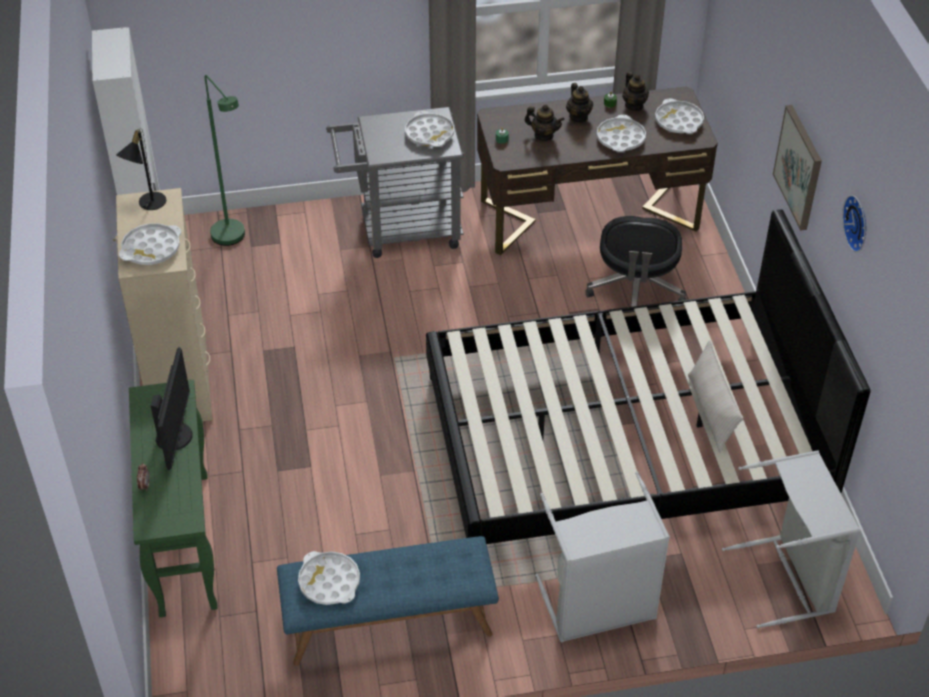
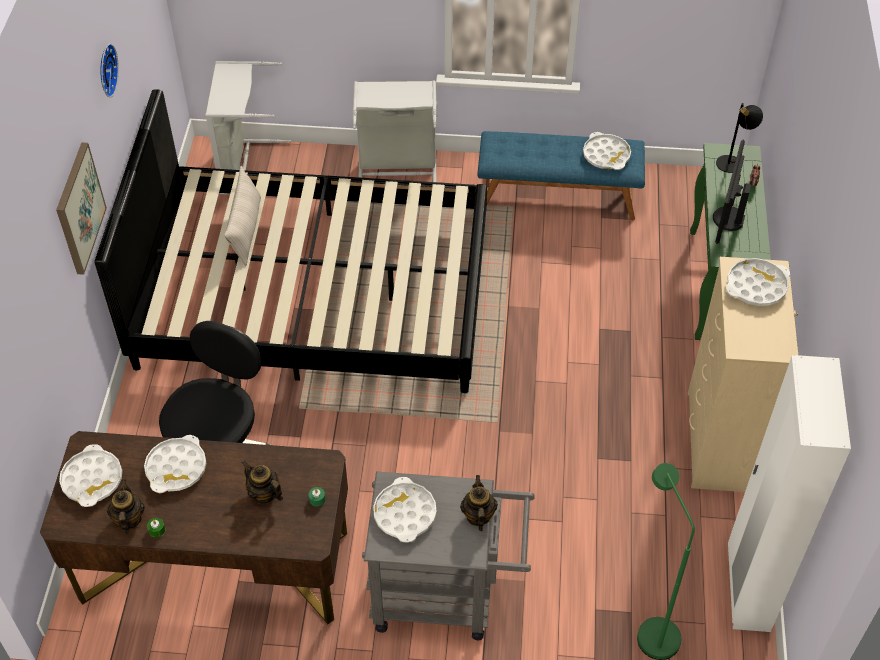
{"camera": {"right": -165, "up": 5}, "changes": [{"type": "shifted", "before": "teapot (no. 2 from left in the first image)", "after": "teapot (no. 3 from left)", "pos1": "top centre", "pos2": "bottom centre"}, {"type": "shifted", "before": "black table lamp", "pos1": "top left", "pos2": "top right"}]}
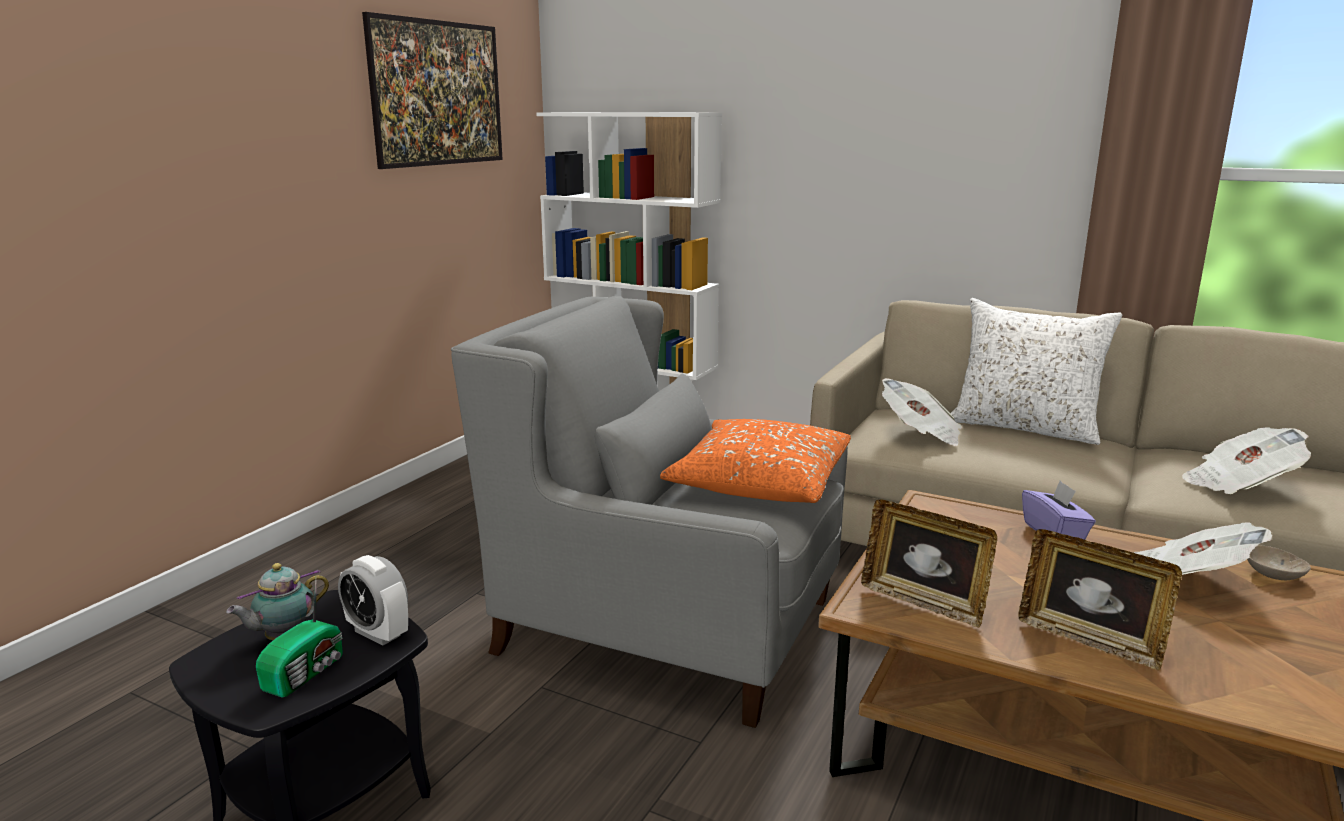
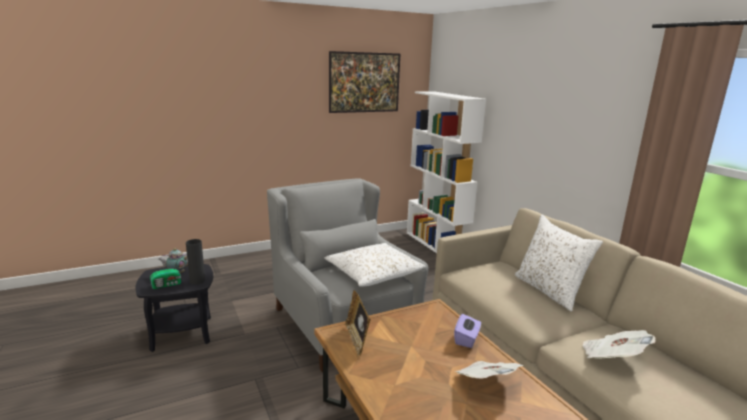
{"camera": {"right": 35, "up": 0}, "changes": [{"type": "gone", "before": "newspaper (no. 1 from left)", "pos1": "middle right"}, {"type": "repainted", "before": "orange pillow", "after": "white pillow (no. 1 from left)", "pos1": "centre", "pos2": "centre"}, {"type": "gone", "before": "picture frame (no. 2 from left)", "pos1": "bottom right"}, {"type": "gone", "before": "beige bowl", "pos1": "bottom right"}, {"type": "swapped", "before": "alarm clock", "after": "black vase", "pos1": "bottom left", "pos2": "middle left"}]}
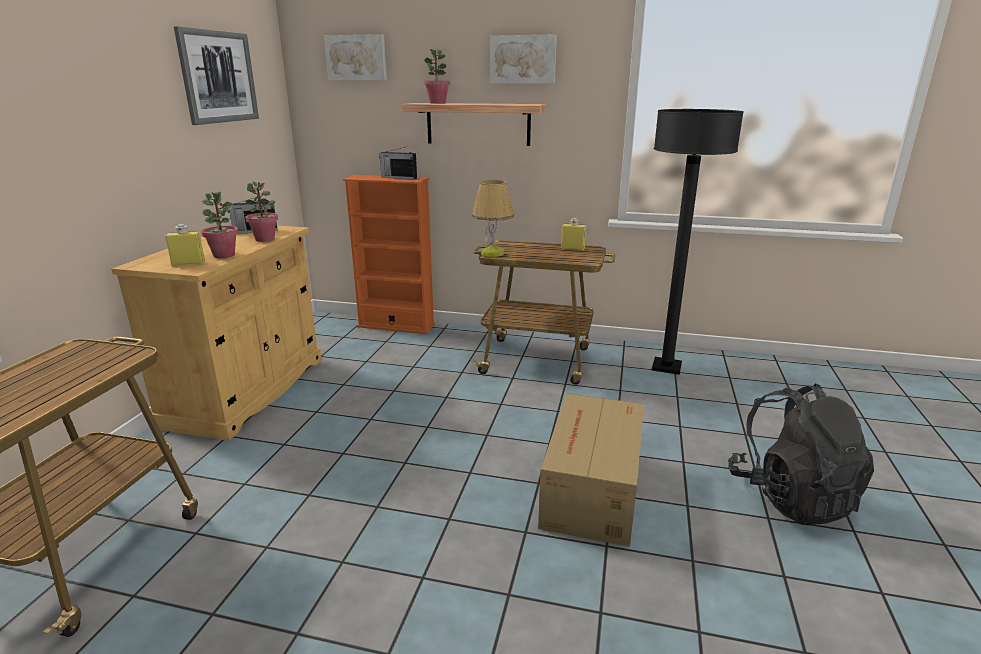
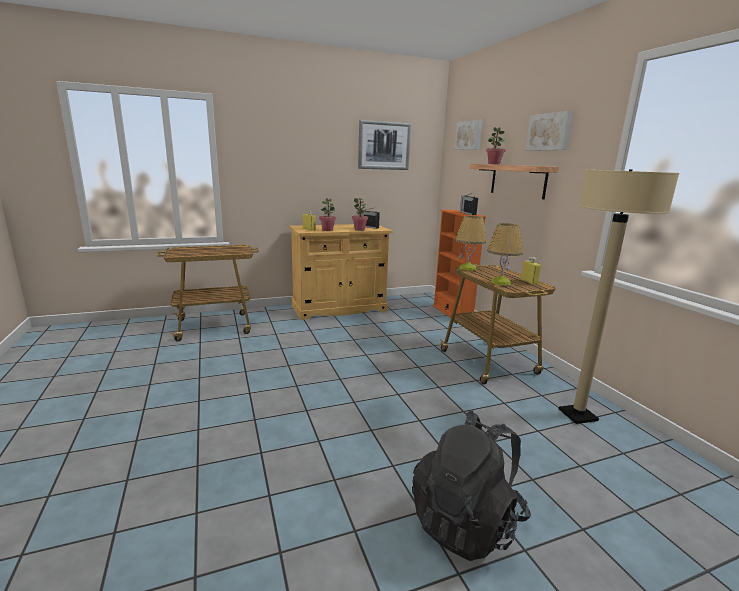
{"camera": {"right": 55, "up": -5}, "changes": [{"type": "repainted", "before": "black floor lamp", "after": "beige floor lamp", "pos1": "middle right", "pos2": "middle right"}, {"type": "gone", "before": "cardboard box", "pos1": "bottom centre"}, {"type": "new", "after": "table lamp (no. 2 from left)", "pos2": "middle right"}]}
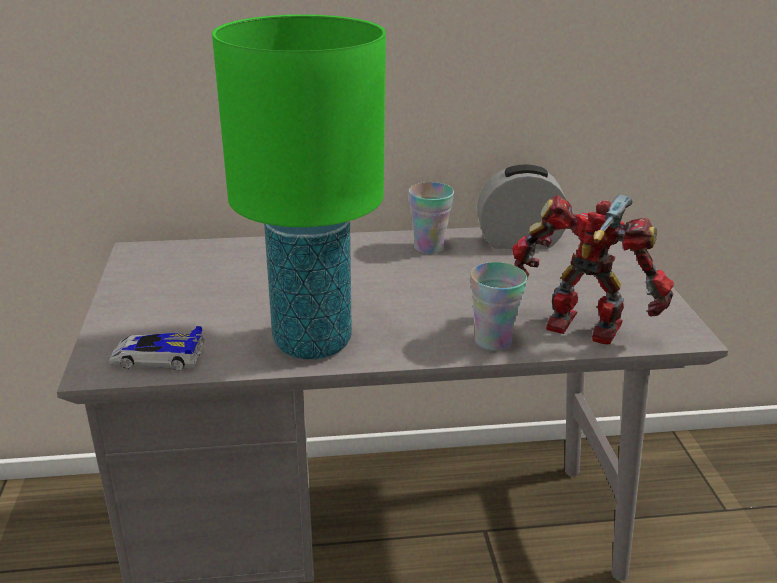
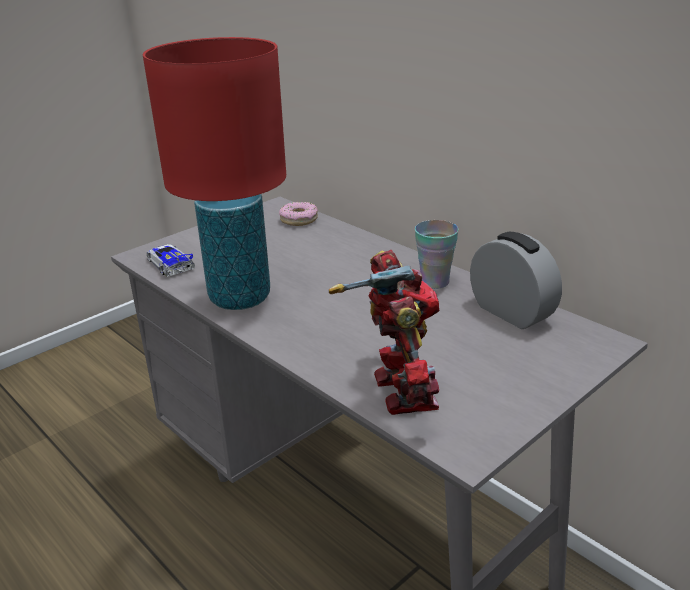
{"camera": {"right": 55, "up": 0}, "changes": [{"type": "repainted", "before": "green table lamp", "after": "red table lamp", "pos1": "top centre", "pos2": "top left"}, {"type": "gone", "before": "cup (no. 2 from left)", "pos1": "centre"}, {"type": "new", "after": "donut", "pos2": "centre"}]}
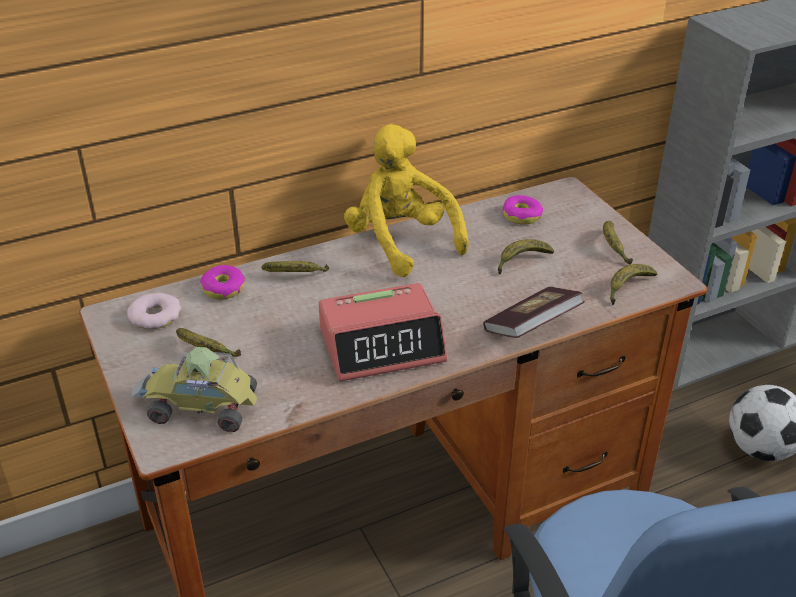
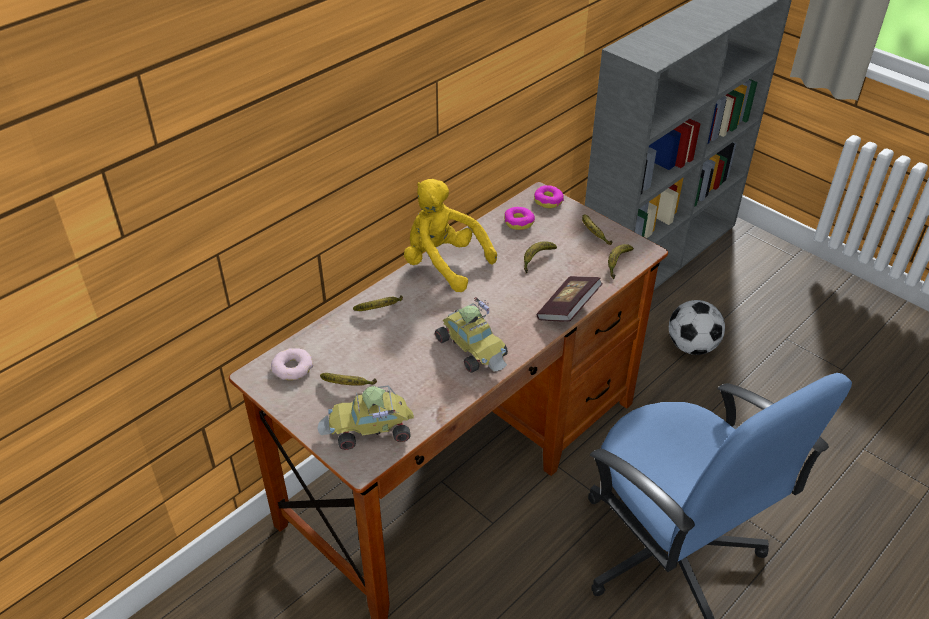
{"camera": {"right": -20, "up": 5}, "changes": [{"type": "shifted", "before": "donut (no. 2 from left in the first image)", "after": "donut (no. 3 from left)", "pos1": "middle left", "pos2": "top centre"}, {"type": "swapped", "before": "alarm clock", "after": "toy car (no. 2 from left)", "pos1": "centre", "pos2": "centre"}]}
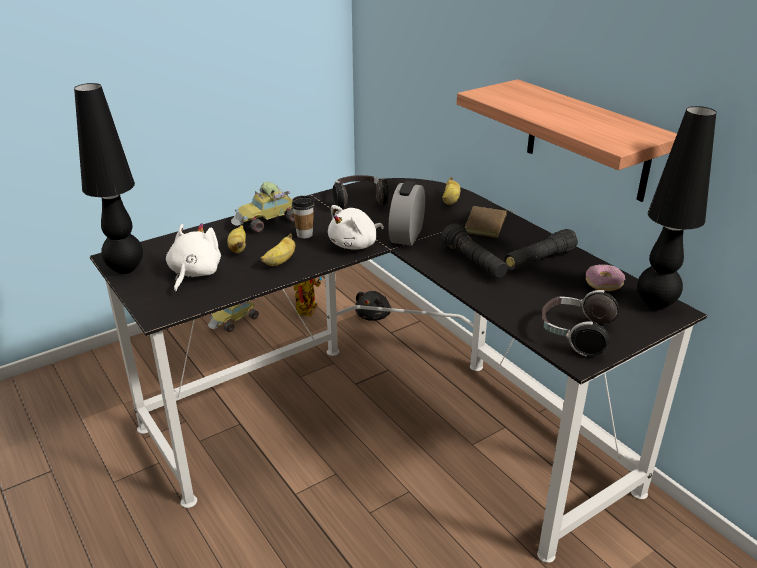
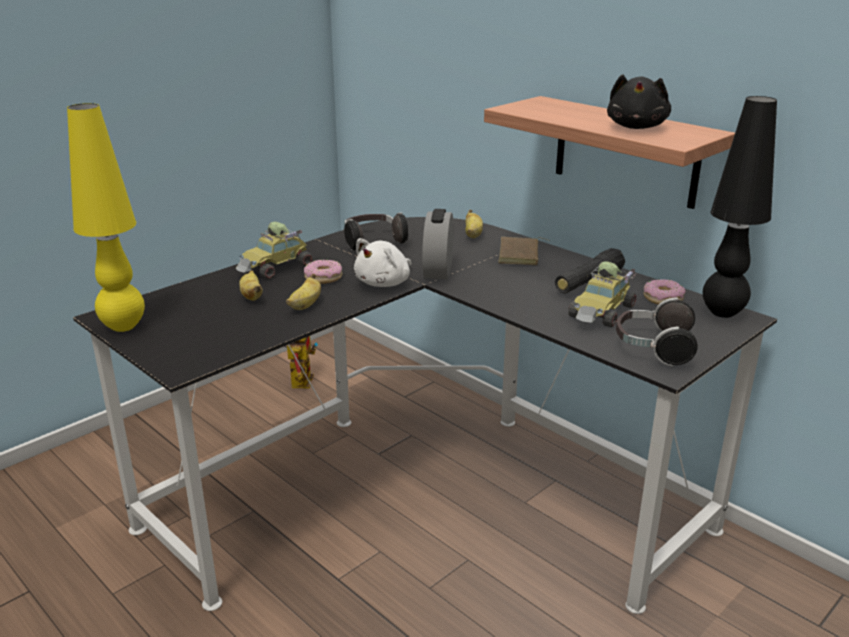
{"camera": {"right": -10, "up": -5}, "changes": [{"type": "repainted", "before": "black table lamp (no. 1 from left)", "after": "yellow table lamp", "pos1": "top left", "pos2": "middle left"}, {"type": "swapped", "before": "cup", "after": "donut (no. 1 from left)", "pos1": "centre", "pos2": "centre"}, {"type": "gone", "before": "white plush toy (no. 1 from left)", "pos1": "middle left"}, {"type": "gone", "before": "black flashlight (no. 1 from left)", "pos1": "centre"}, {"type": "shifted", "before": "black plush toy", "pos1": "centre", "pos2": "top right"}, {"type": "shifted", "before": "toy car (no. 1 from left in the first image)", "after": "toy car (no. 2 from left)", "pos1": "middle left", "pos2": "middle right"}]}
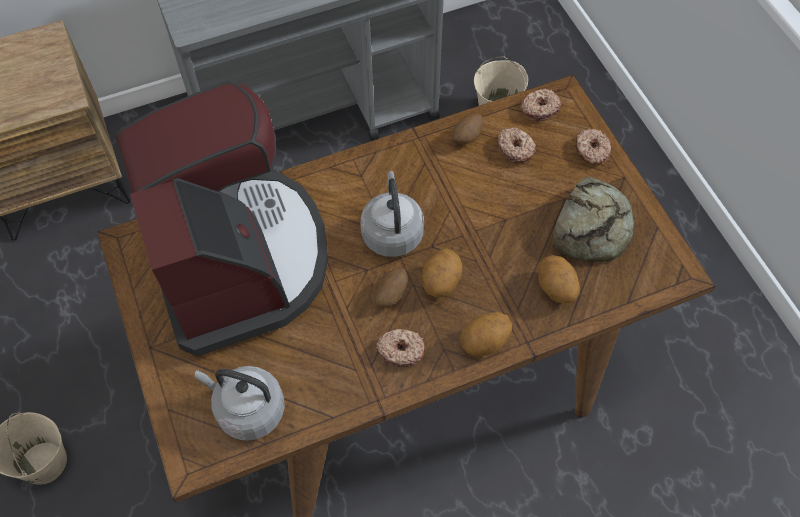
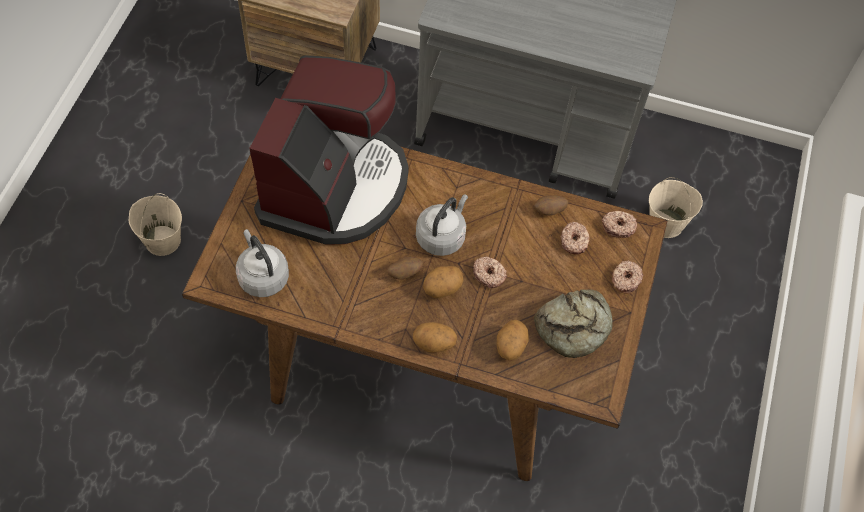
{"camera": {"right": 35, "up": 0}, "changes": [{"type": "shifted", "before": "donut (no. 1 from left)", "pos1": "bottom centre", "pos2": "centre"}]}
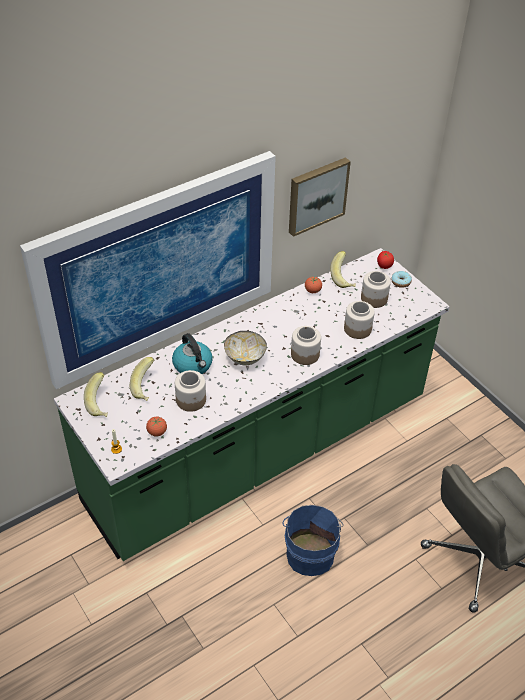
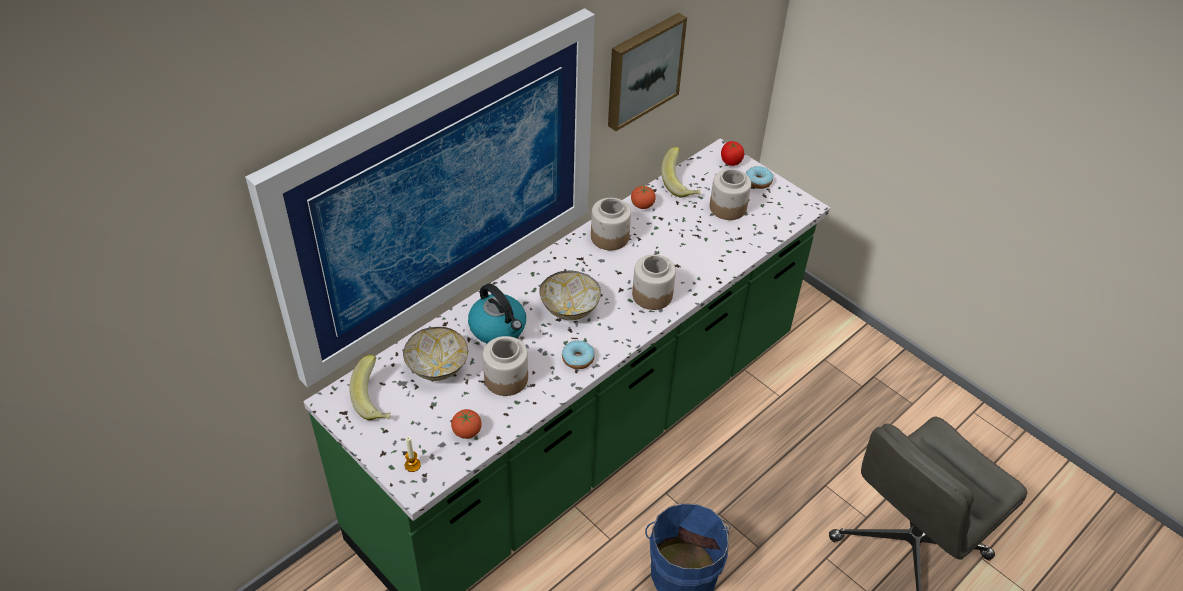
{"camera": {"right": -10, "up": 0}, "changes": [{"type": "shifted", "before": "jar (no. 3 from left in the first image)", "after": "jar (no. 2 from left)", "pos1": "middle right", "pos2": "centre"}, {"type": "swapped", "before": "banana (no. 2 from left)", "after": "bowl (no. 1 from left)", "pos1": "middle left", "pos2": "centre"}, {"type": "new", "after": "donut (no. 1 from left)", "pos2": "centre"}]}
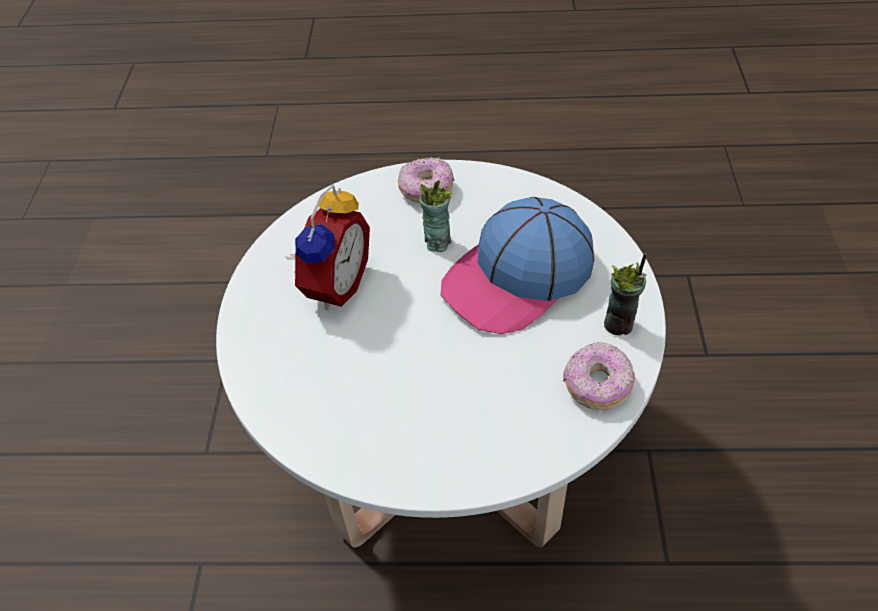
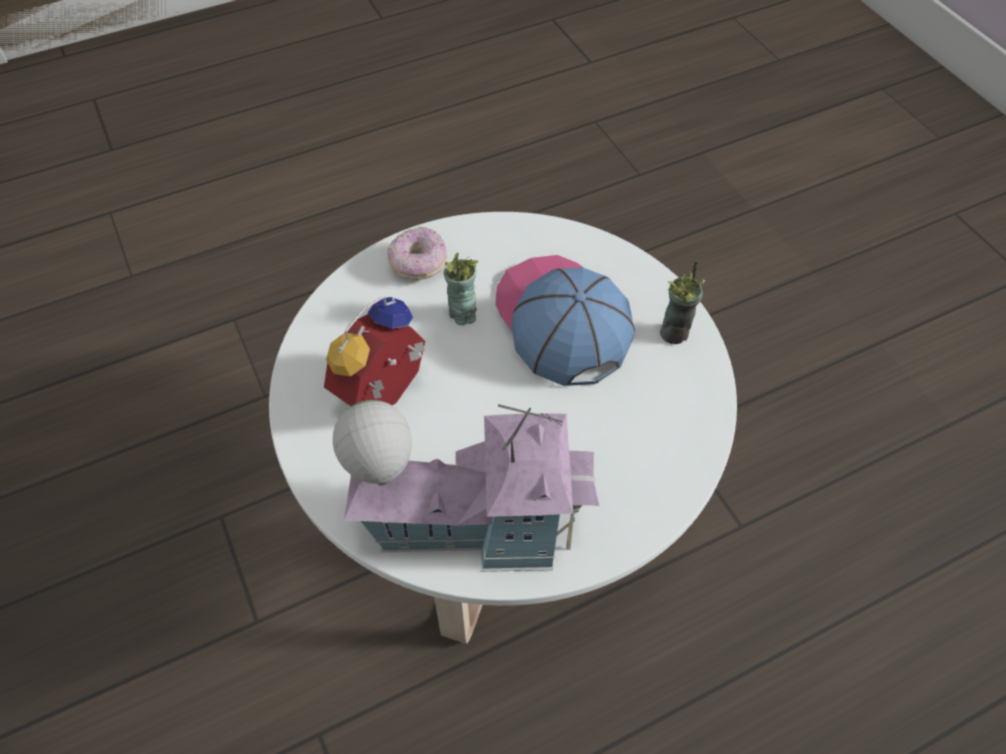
{"camera": {"right": -30, "up": 5}, "changes": [{"type": "rotated", "before": "alarm clock", "pos1": "centre", "pos2": "centre", "turn": -135}, {"type": "rotated", "before": "cap", "pos1": "centre", "pos2": "centre", "turn": 135}, {"type": "gone", "before": "donut (no. 2 from left)", "pos1": "middle right"}, {"type": "new", "after": "toy house", "pos2": "centre"}]}
